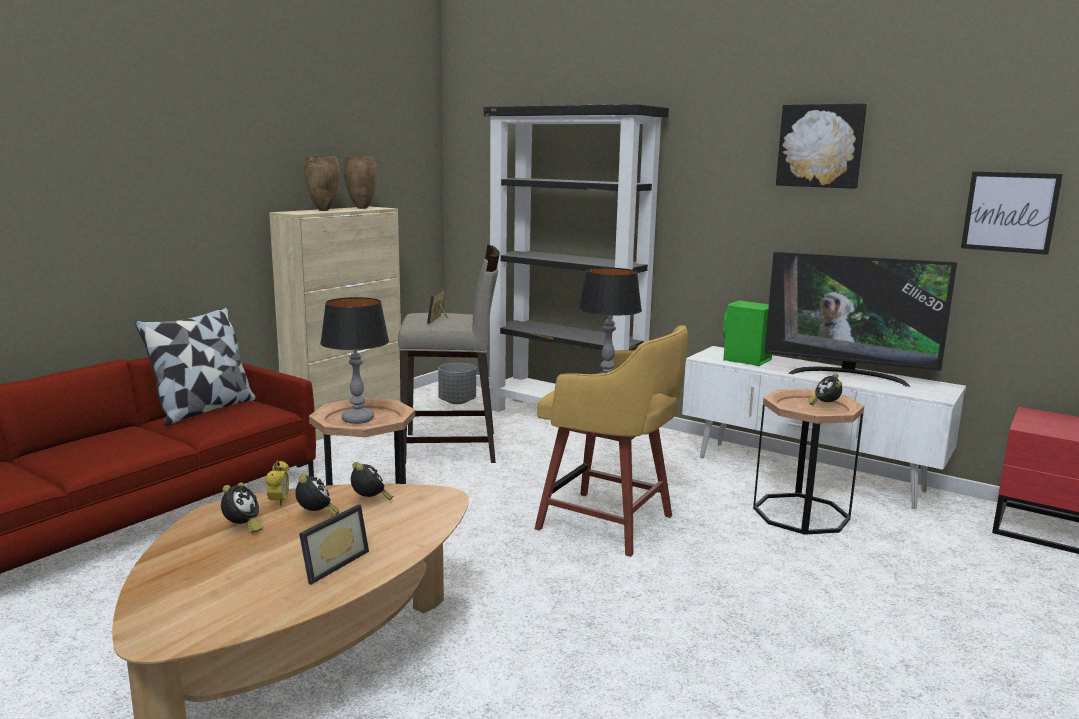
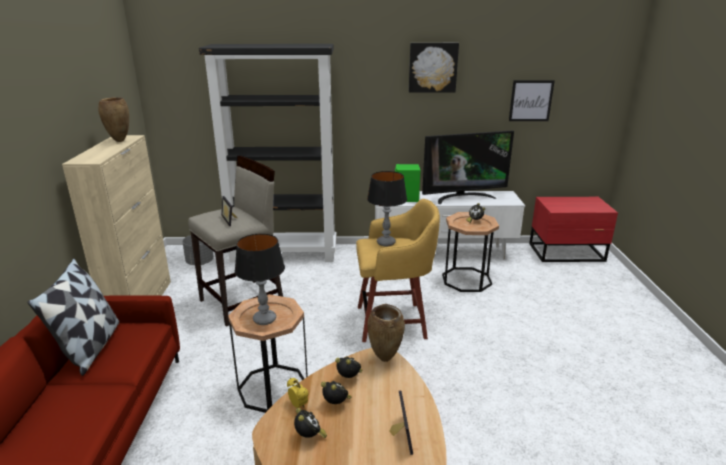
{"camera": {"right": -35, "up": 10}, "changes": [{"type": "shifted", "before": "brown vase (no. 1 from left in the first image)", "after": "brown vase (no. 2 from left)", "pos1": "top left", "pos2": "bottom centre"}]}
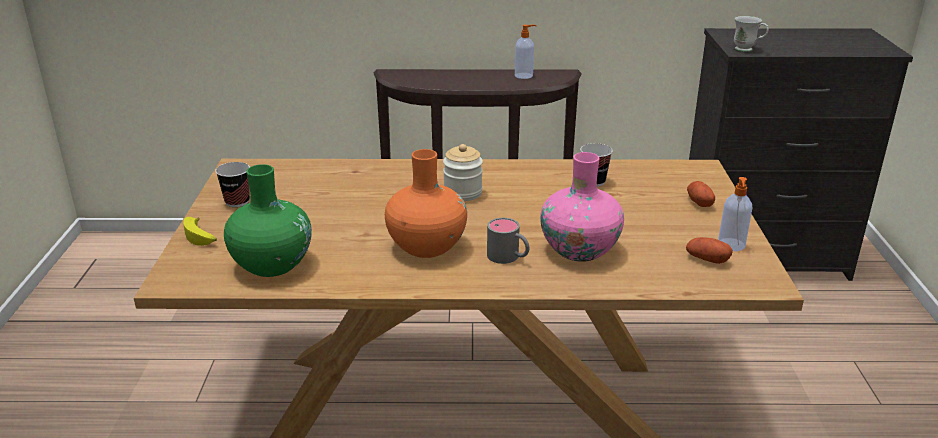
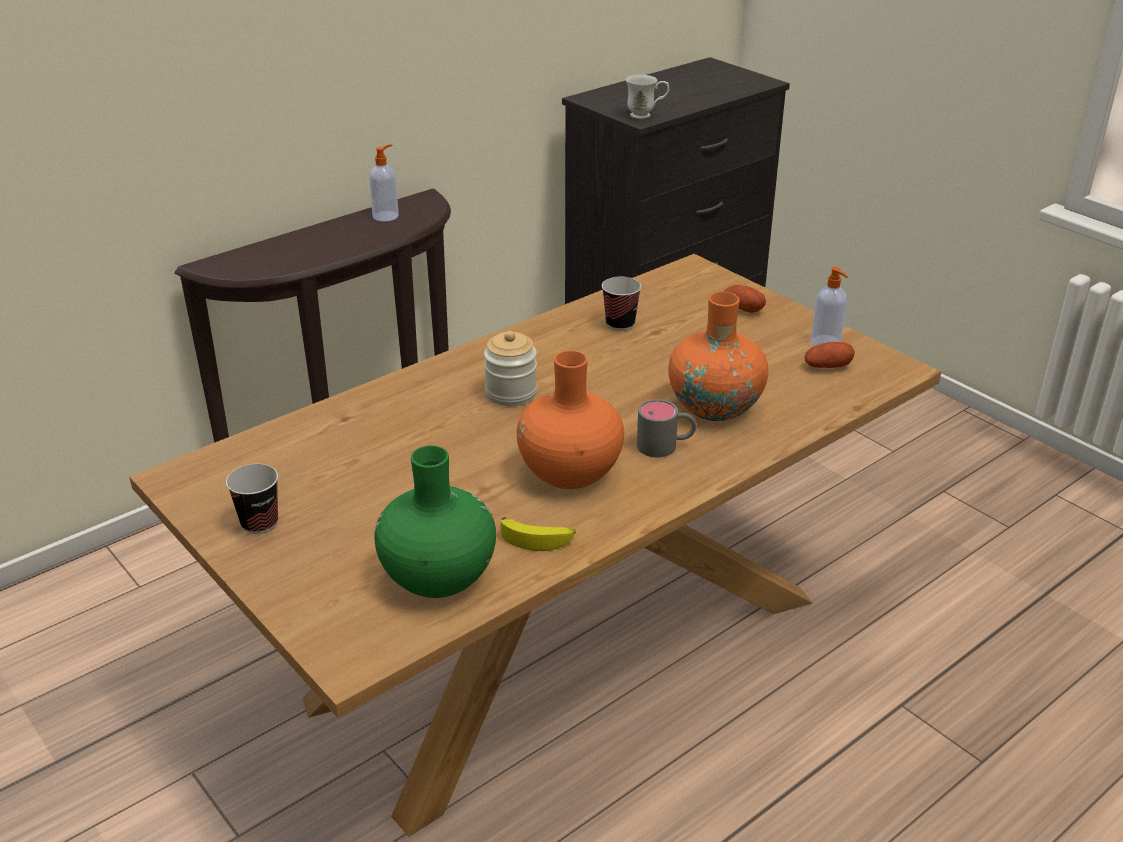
{"camera": {"right": -40, "up": 5}, "changes": [{"type": "repainted", "before": "pink vase", "after": "orange vase (no. 2 from left)", "pos1": "centre", "pos2": "centre"}, {"type": "shifted", "before": "banana", "pos1": "middle left", "pos2": "centre"}]}
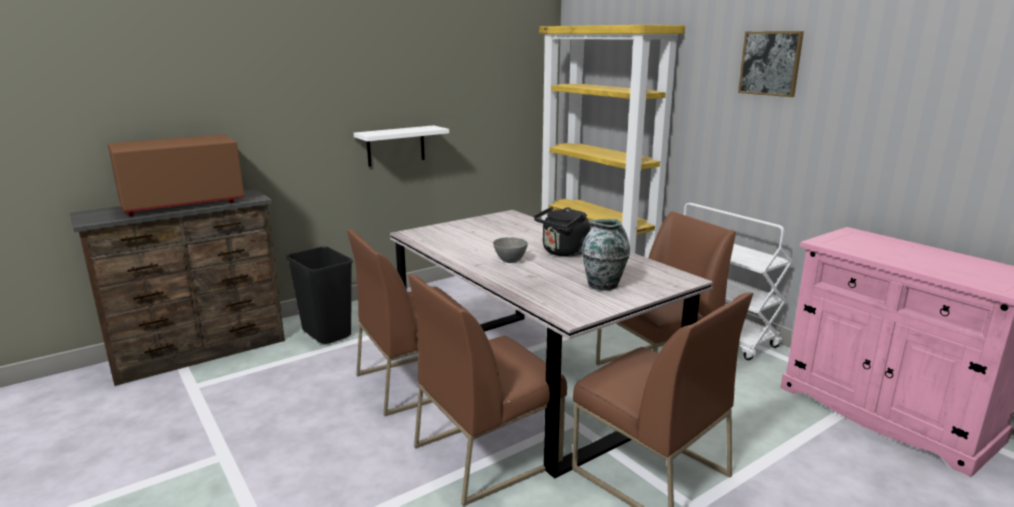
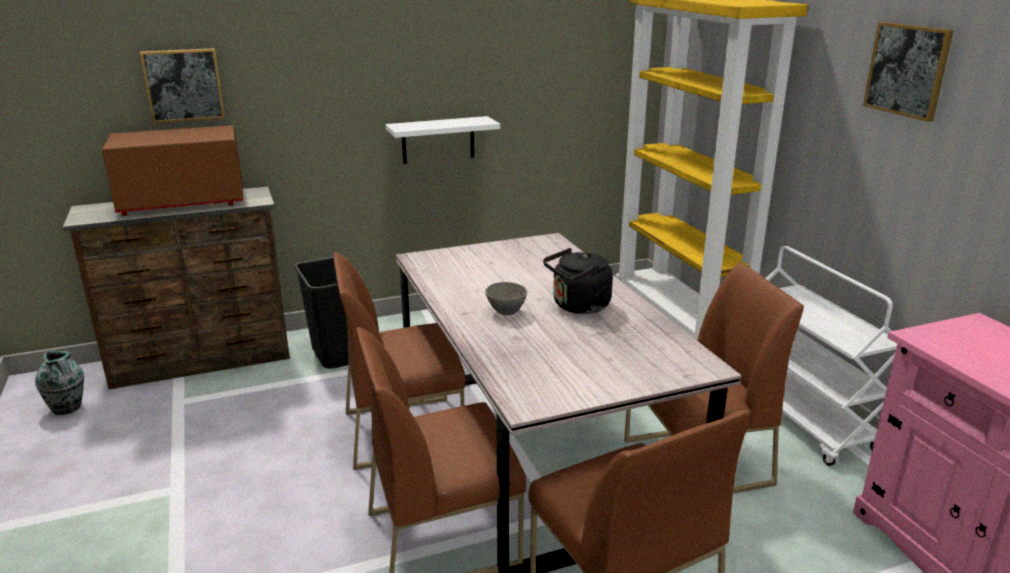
{"camera": {"right": 15, "up": 5}, "changes": [{"type": "shifted", "before": "vase", "pos1": "centre", "pos2": "bottom left"}, {"type": "new", "after": "picture (no. 1 from left)", "pos2": "top left"}]}
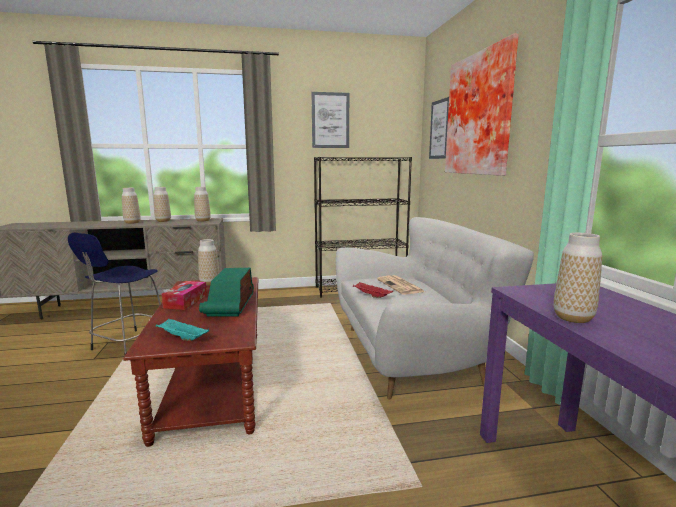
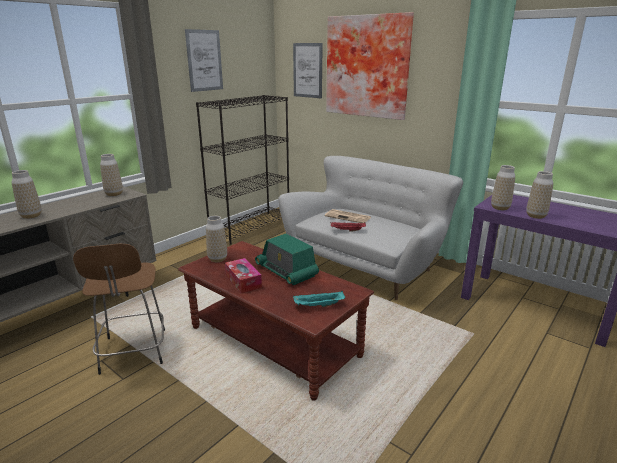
{"camera": {"right": -40, "up": 10}, "changes": [{"type": "shifted", "before": "vase (no. 2 from left in the first image)", "after": "vase (no. 4 from left)", "pos1": "middle left", "pos2": "middle right"}, {"type": "repainted", "before": "blue stool", "after": "brown stool", "pos1": "middle left", "pos2": "bottom left"}]}
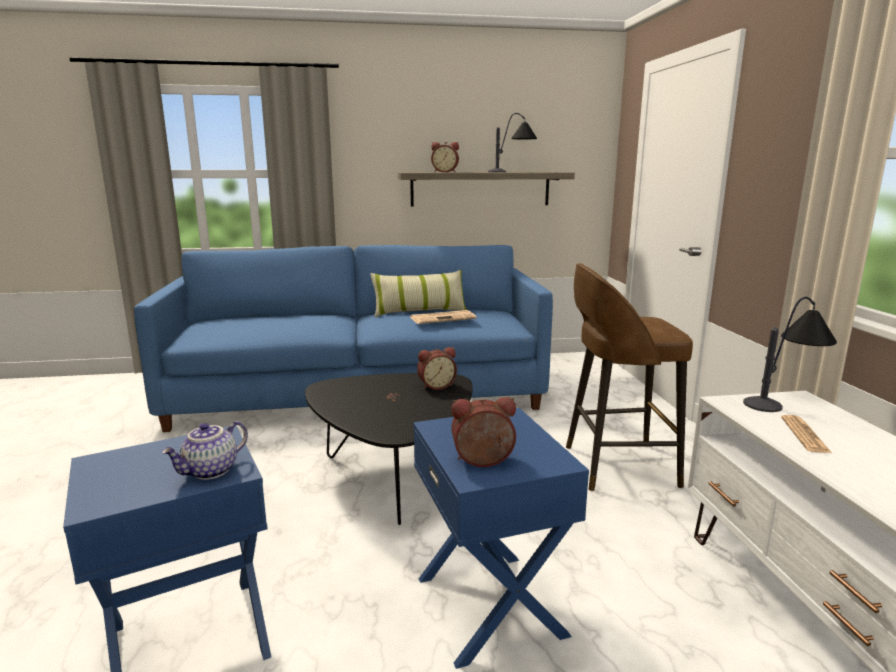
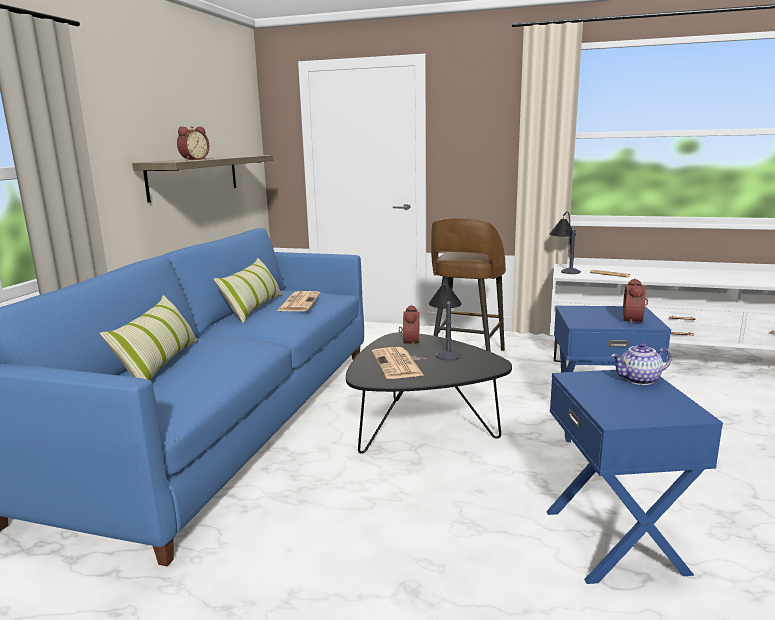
{"camera": {"right": -65, "up": 0}, "changes": [{"type": "shifted", "before": "table lamp (no. 1 from left)", "pos1": "top centre", "pos2": "centre"}, {"type": "rotated", "before": "teapot", "pos1": "bottom left", "pos2": "middle right", "turn": 105}, {"type": "new", "after": "pillow (no. 1 from left)", "pos2": "middle left"}, {"type": "new", "after": "newspaper (no. 2 from left)", "pos2": "centre"}]}
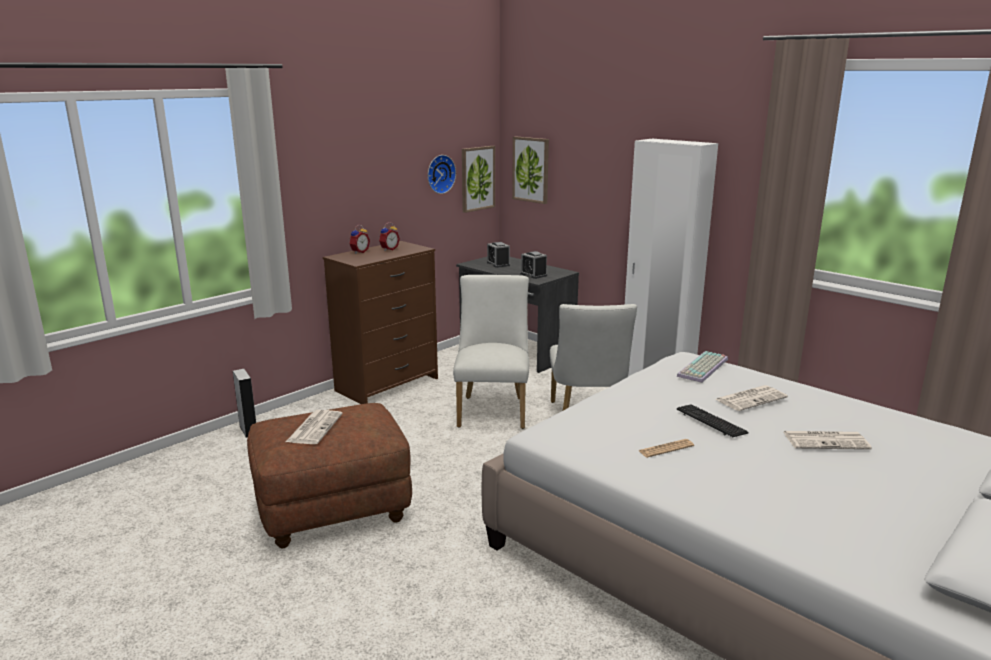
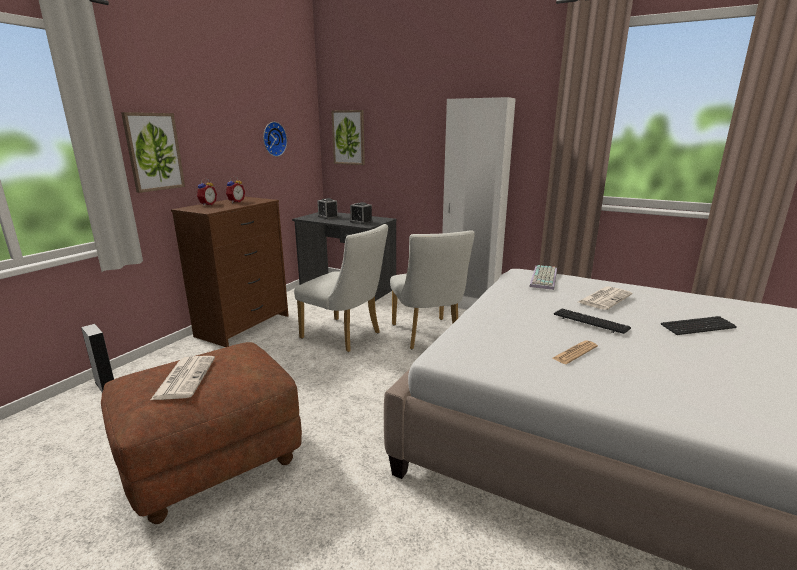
{"camera": {"right": -15, "up": 0}, "changes": [{"type": "shifted", "before": "picture (no. 1 from left)", "pos1": "top centre", "pos2": "top left"}, {"type": "rotated", "before": "white chair (no. 1 from left)", "pos1": "centre", "pos2": "centre", "turn": 135}, {"type": "swapped", "before": "newspaper (no. 4 from left)", "after": "keyboard (no. 3 from left)", "pos1": "bottom right", "pos2": "middle right"}]}
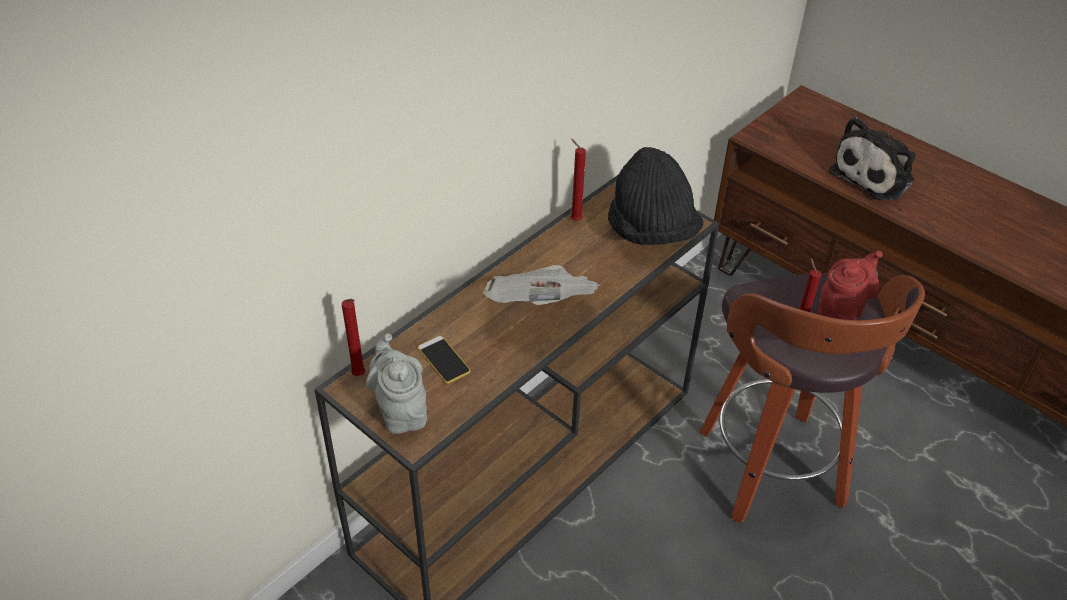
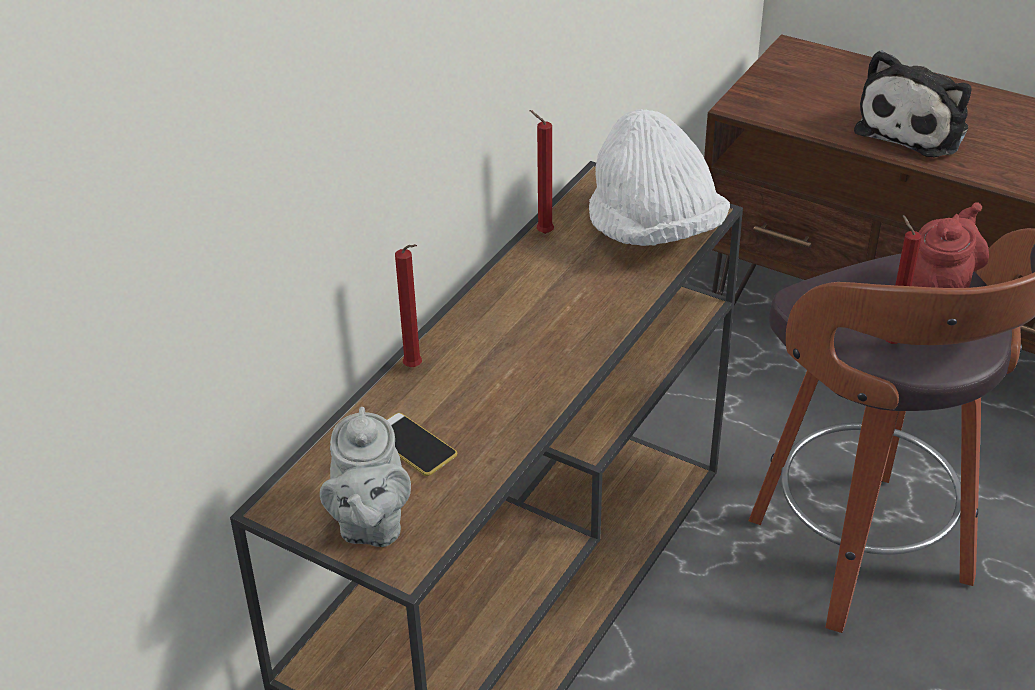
{"camera": {"right": -10, "up": -5}, "changes": [{"type": "repainted", "before": "black hat", "after": "white hat", "pos1": "top centre", "pos2": "top centre"}, {"type": "gone", "before": "newspaper", "pos1": "centre"}, {"type": "shifted", "before": "red candle (no. 1 from left)", "pos1": "middle left", "pos2": "centre"}, {"type": "rotated", "before": "grey teapot", "pos1": "centre", "pos2": "bottom centre", "turn": -150}]}
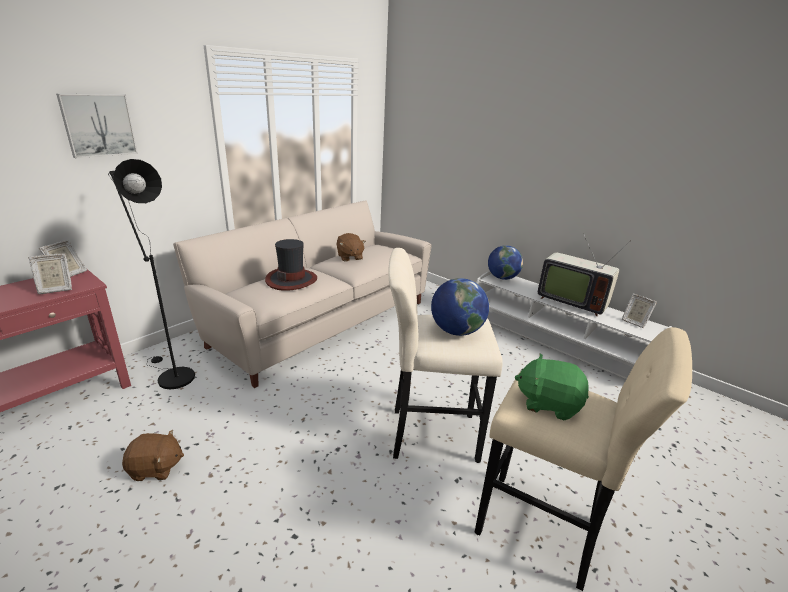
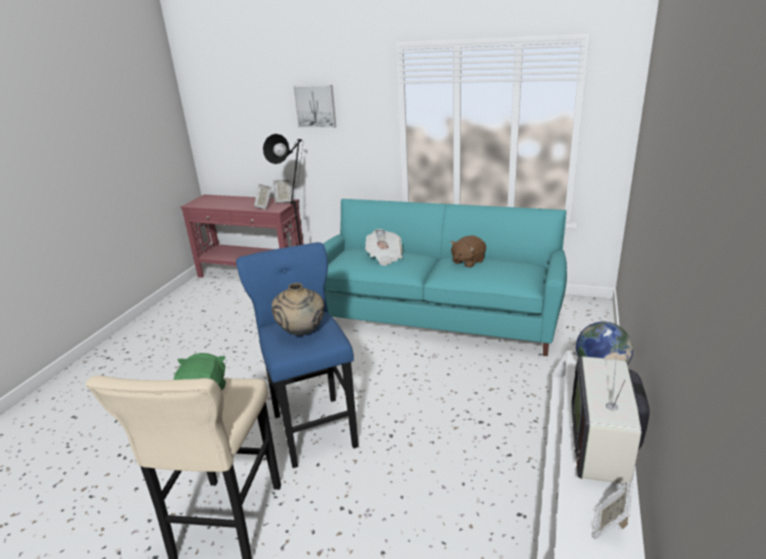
{"camera": {"right": 70, "up": 0}, "changes": [{"type": "repainted", "before": "beige sofa", "after": "turquoise sofa", "pos1": "centre", "pos2": "centre"}, {"type": "swapped", "before": "hat", "after": "newspaper", "pos1": "centre", "pos2": "centre"}, {"type": "repainted", "before": "beige stool (no. 1 from left)", "after": "blue stool", "pos1": "centre", "pos2": "centre"}, {"type": "swapped", "before": "globe (no. 1 from left)", "after": "beige vase", "pos1": "centre", "pos2": "centre"}, {"type": "gone", "before": "brown plush toy (no. 1 from left)", "pos1": "bottom left"}]}
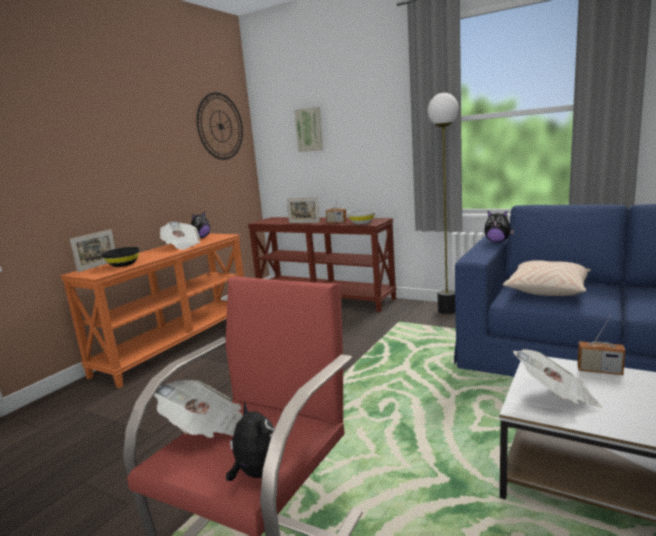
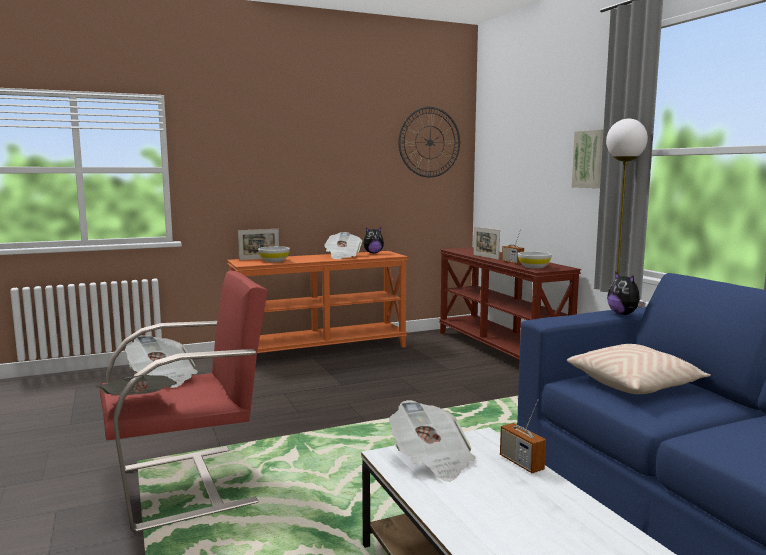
{"camera": {"right": 35, "up": -5}, "changes": [{"type": "shifted", "before": "picture", "pos1": "top centre", "pos2": "top right"}, {"type": "repainted", "before": "black bowl", "after": "white bowl (no. 1 from left)", "pos1": "middle left", "pos2": "centre"}, {"type": "swapped", "before": "plush toy (no. 2 from left)", "after": "newspaper (no. 1 from left)", "pos1": "bottom centre", "pos2": "bottom left"}]}
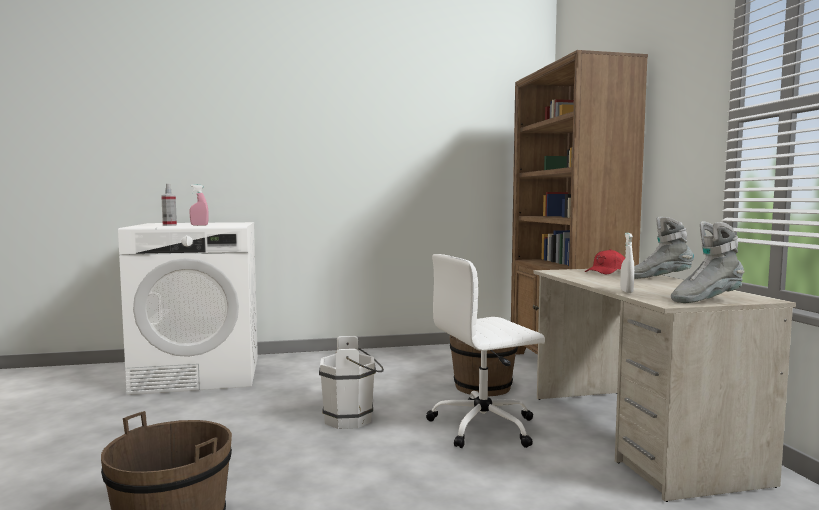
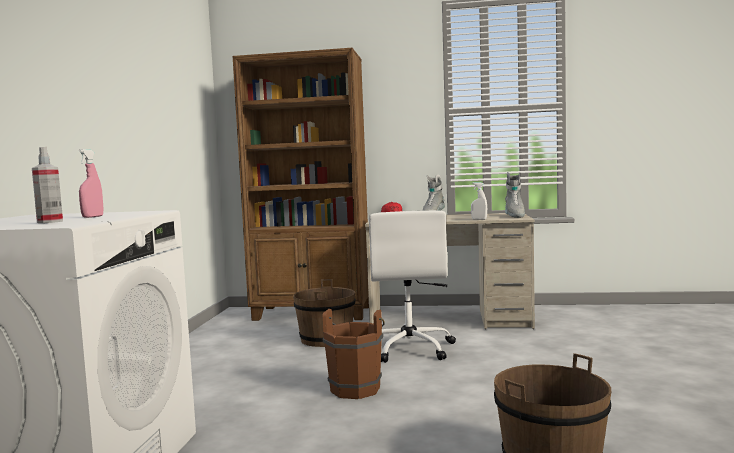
{"camera": {"right": -70, "up": 0}, "changes": [{"type": "repainted", "before": "white bucket", "after": "brown bucket (no. 2 from left)", "pos1": "bottom centre", "pos2": "bottom centre"}]}
